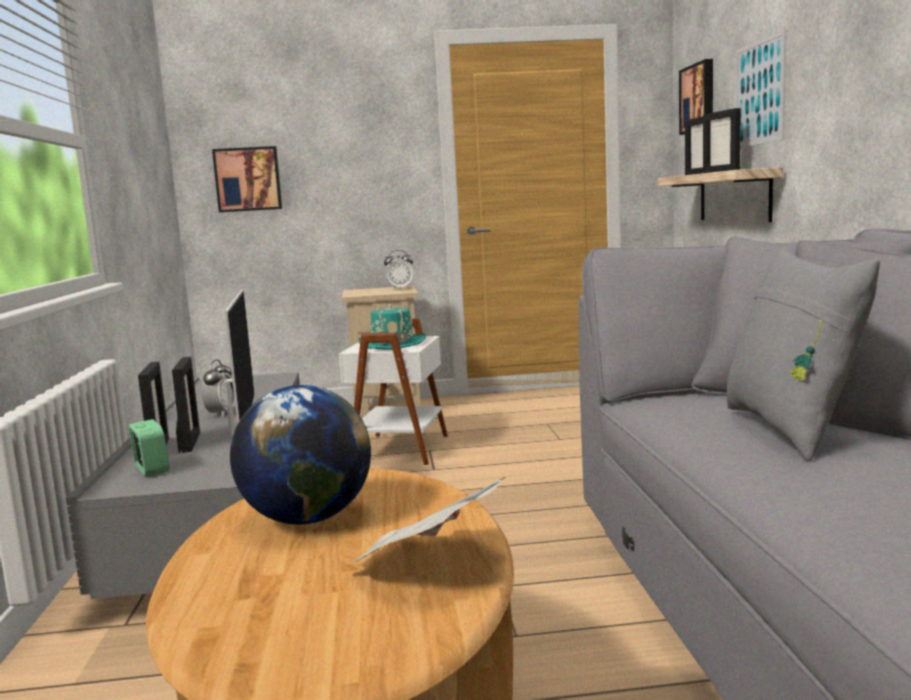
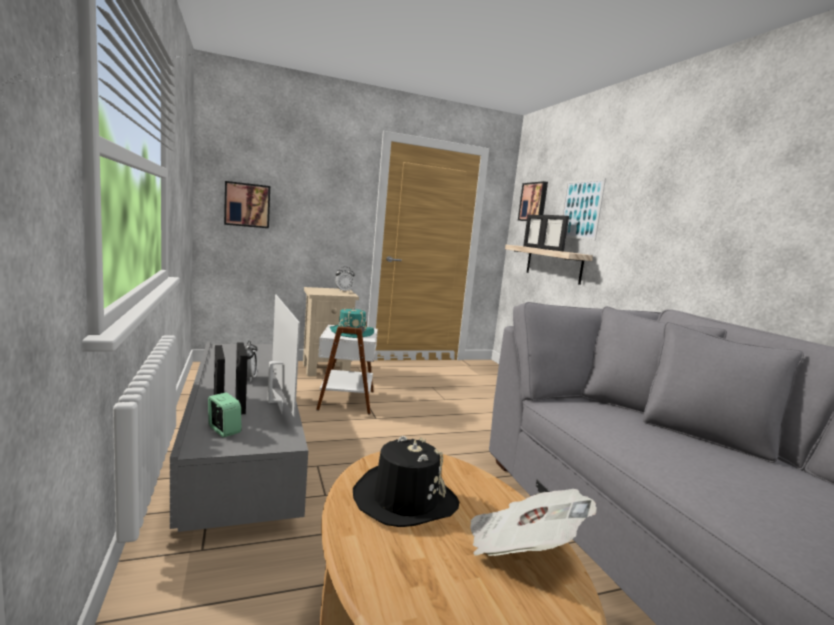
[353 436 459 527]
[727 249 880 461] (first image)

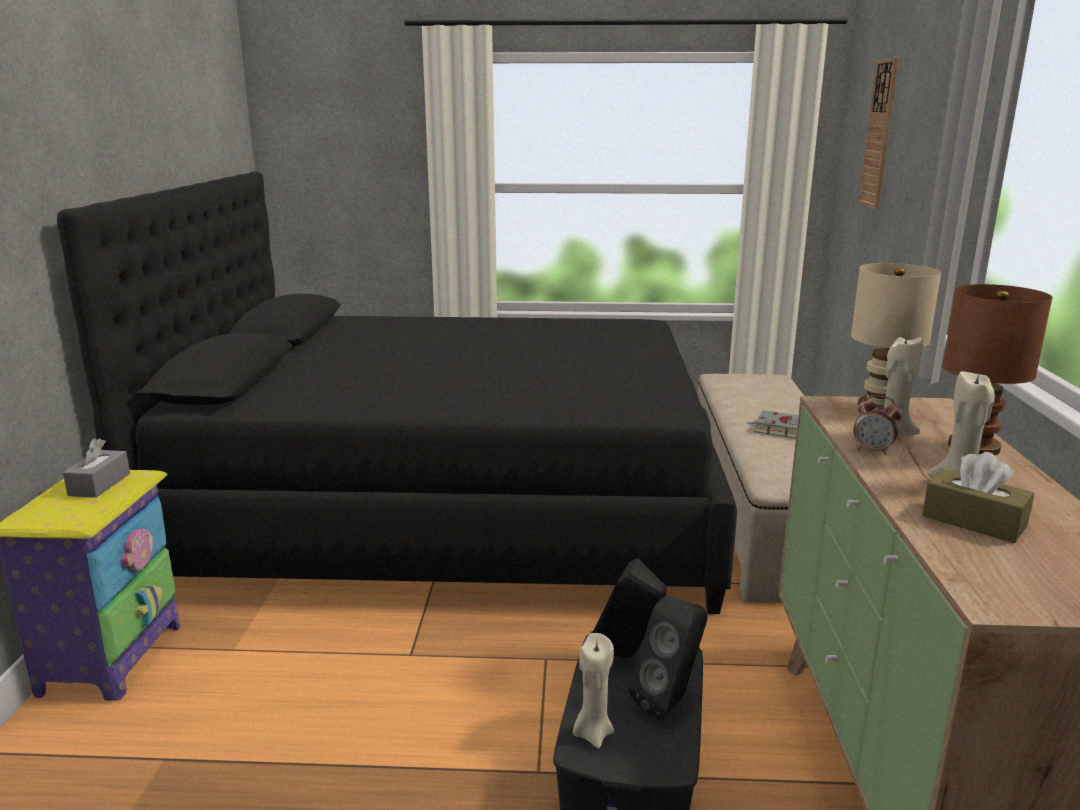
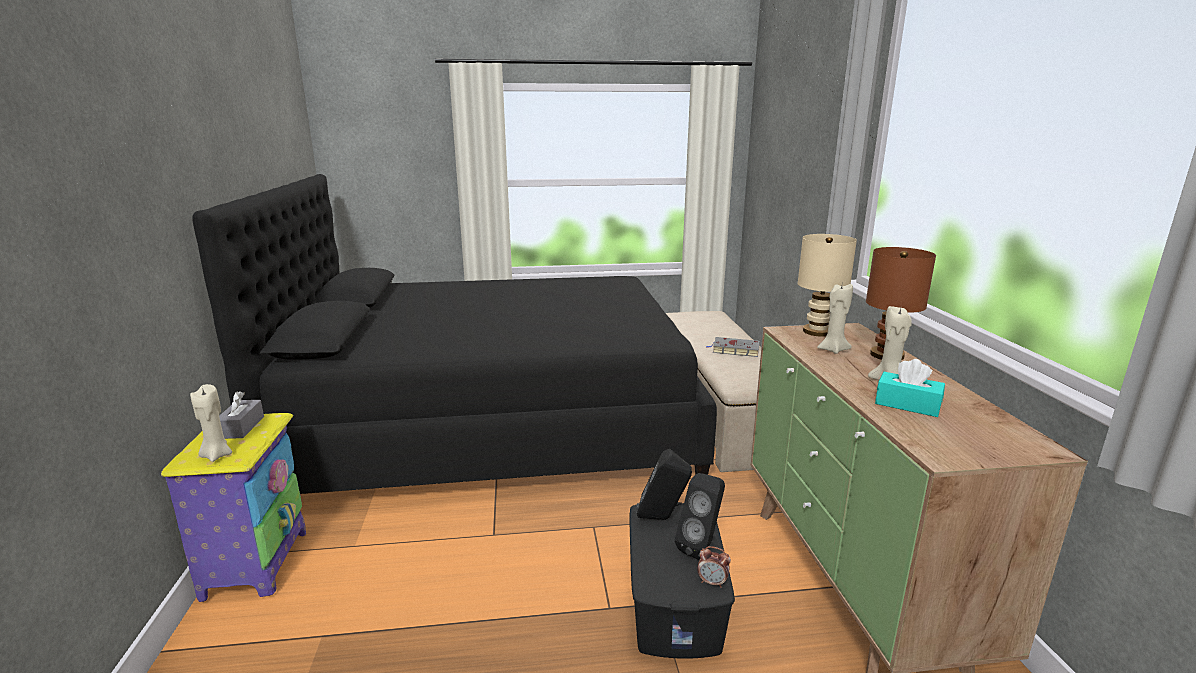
[190 384 232 462]
[697 546 731 588]
[858 58 899 208] (first image)
[875 359 945 417]

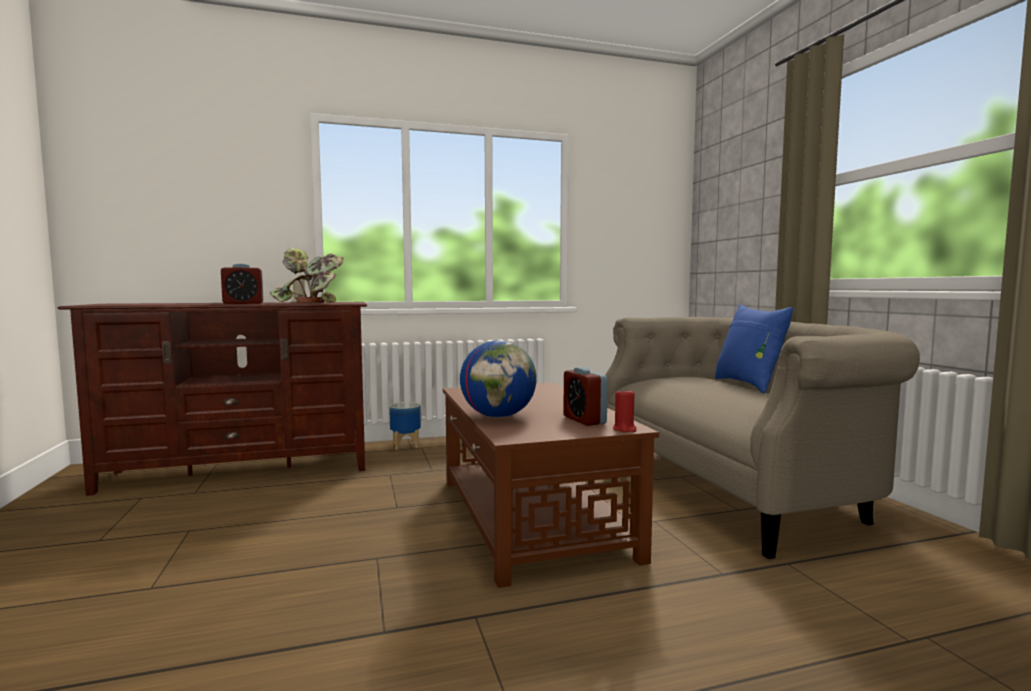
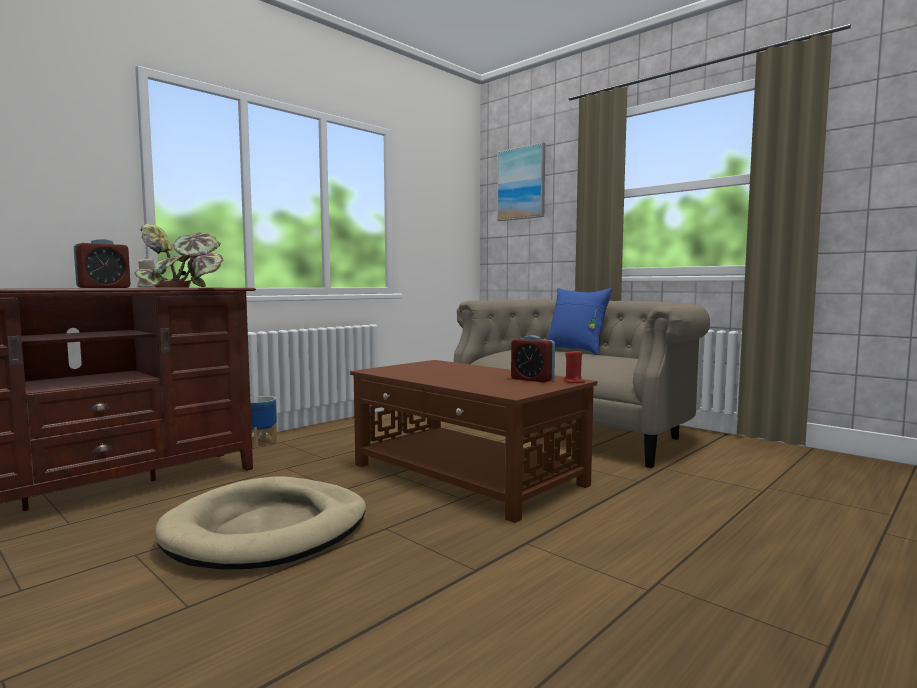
[460 341 537 418] (first image)
[155 477 366 569]
[497 142 545 221]

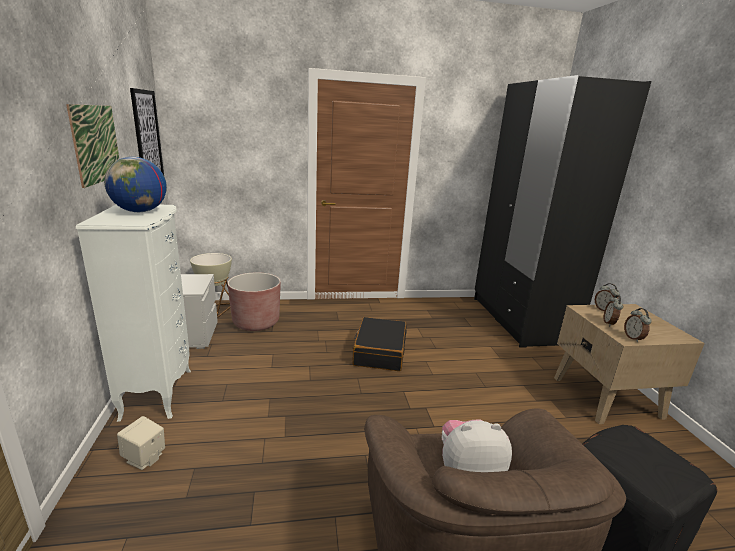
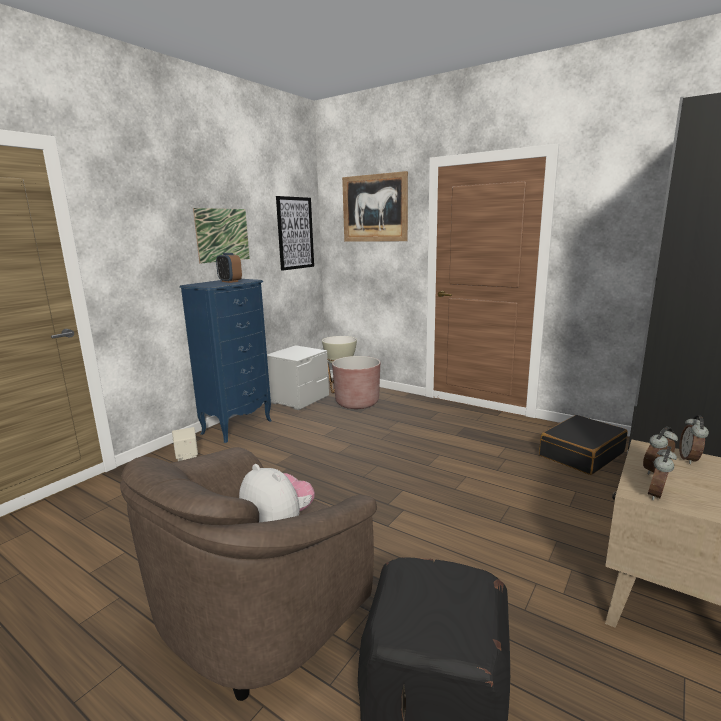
[179 279 272 443]
[216 253 242 283]
[539 415 628 475]
[342 171 408 242]

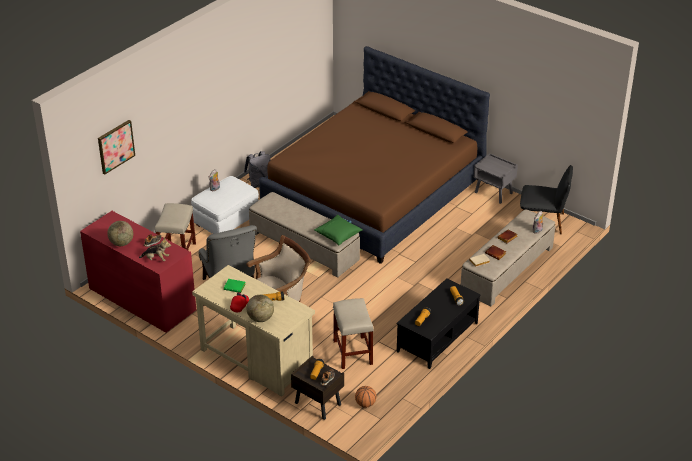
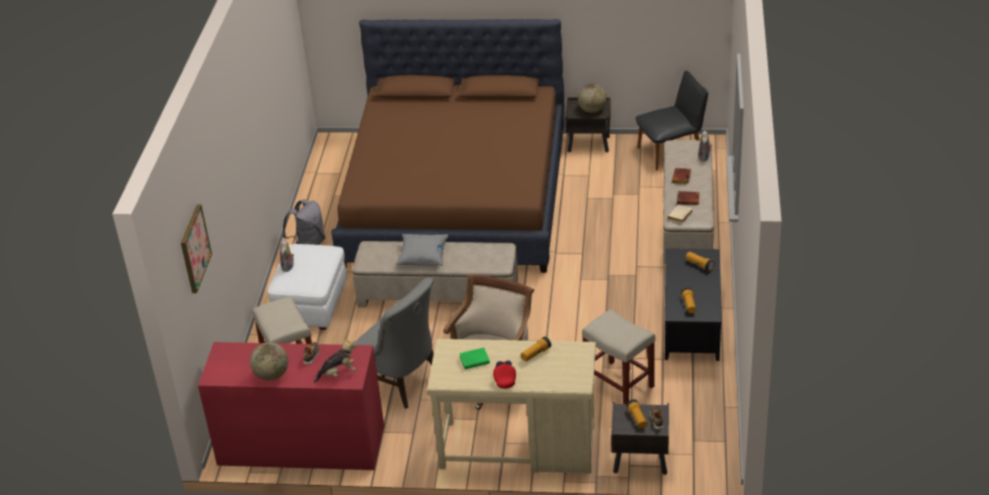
[578 83 607 113]
[314 214 363 245] (first image)
[355 386 377 408] (first image)
[565 97 611 152]
[396 234 448 266]

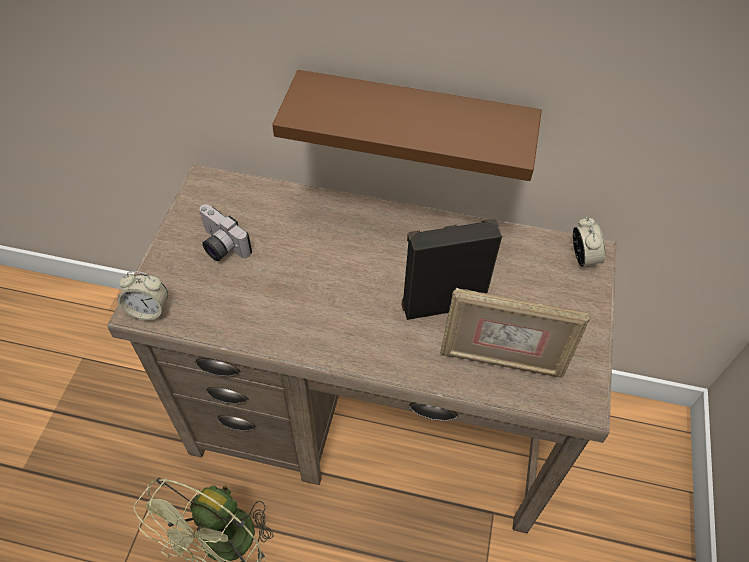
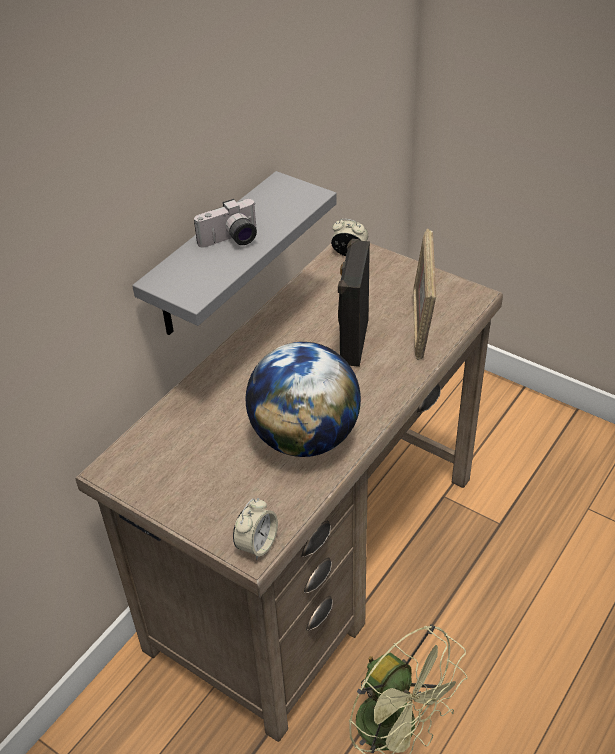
[194 199 257 248]
[132 171 337 335]
[413 229 436 360]
[246 342 361 457]

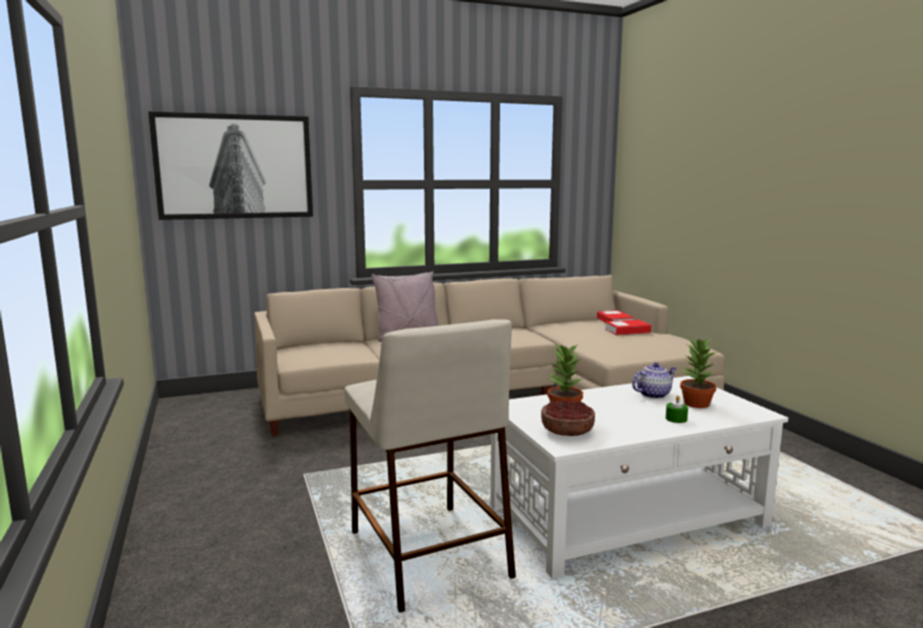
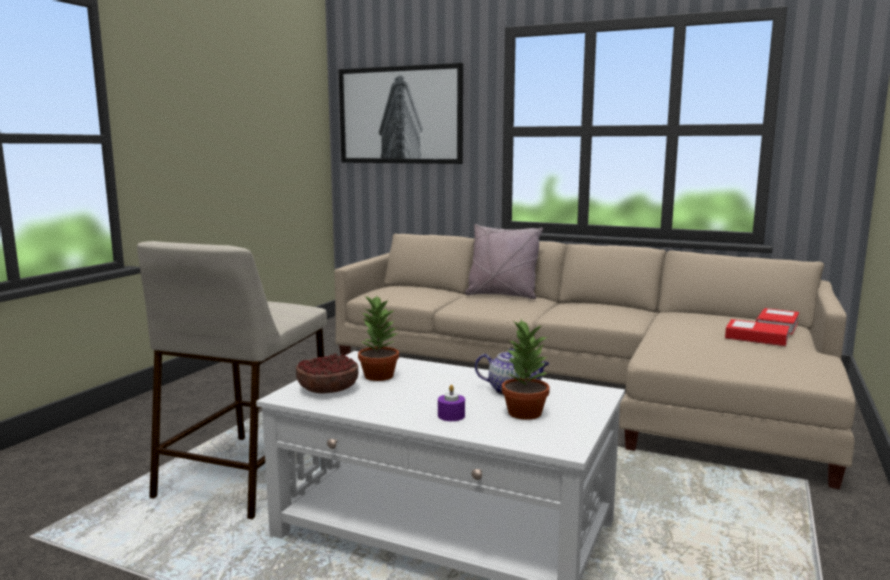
[438 385 465 421]

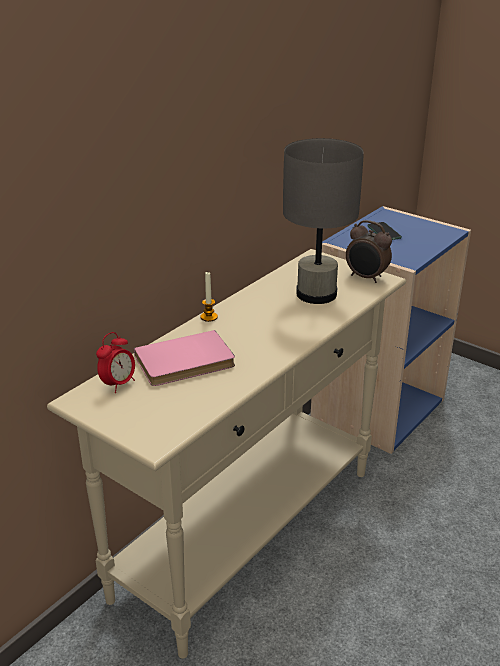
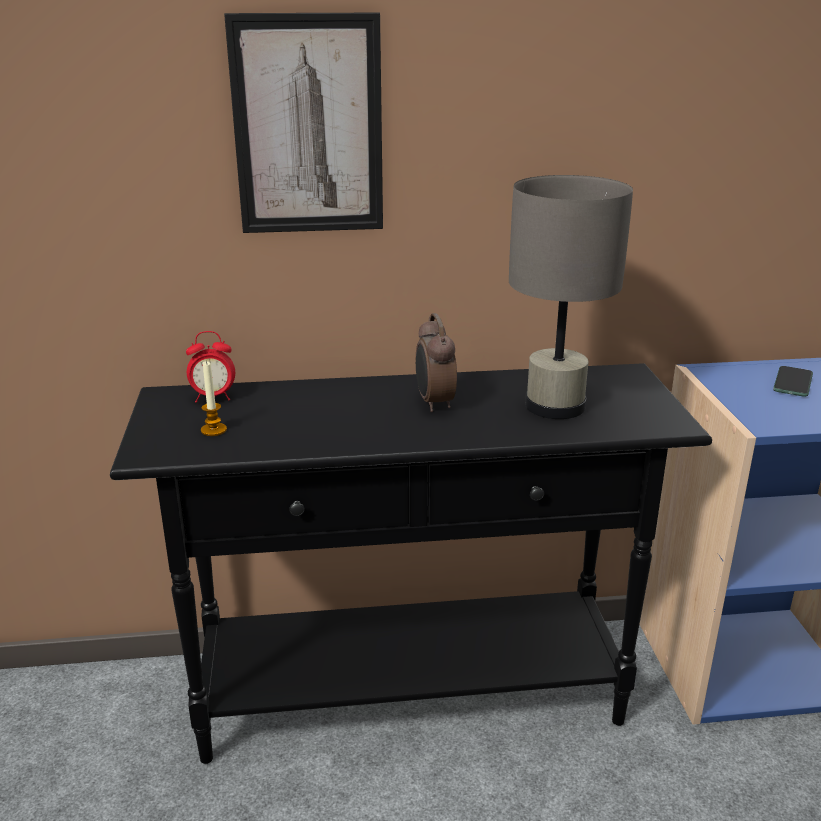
[110 363 712 764]
[134 330 235 386] (first image)
[201 360 227 436]
[416 313 457 412]
[224 13 383 233]

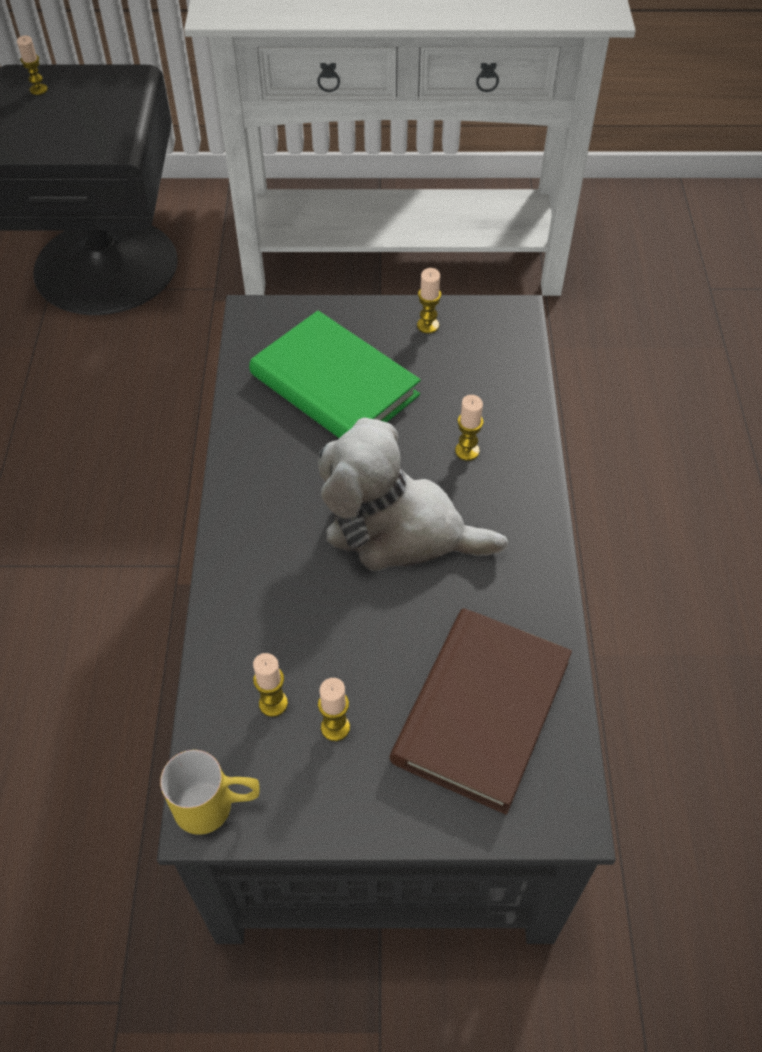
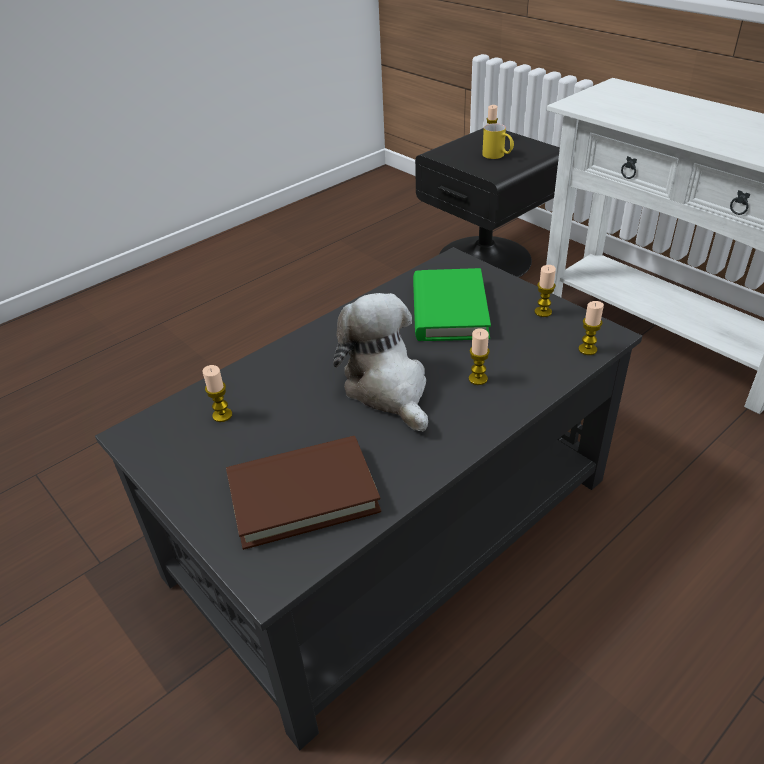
[482 123 514 159]
[578 301 604 355]

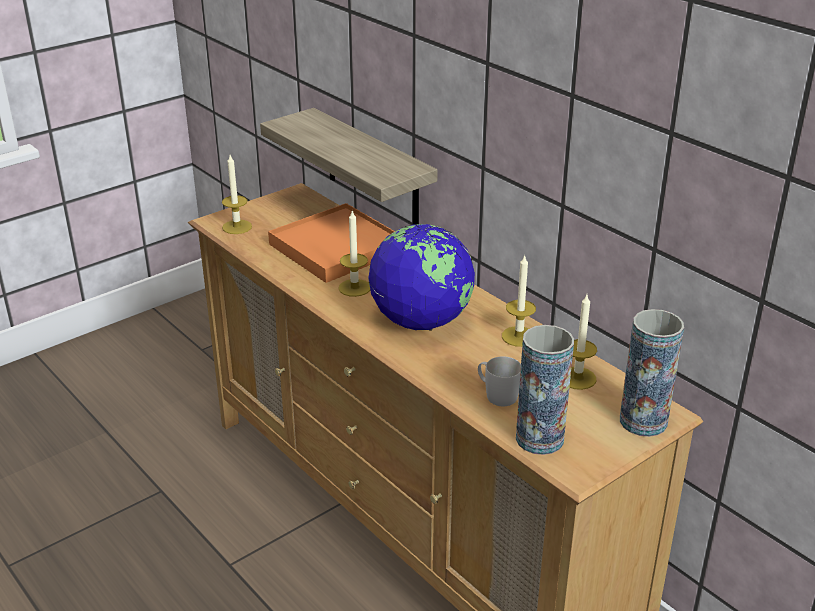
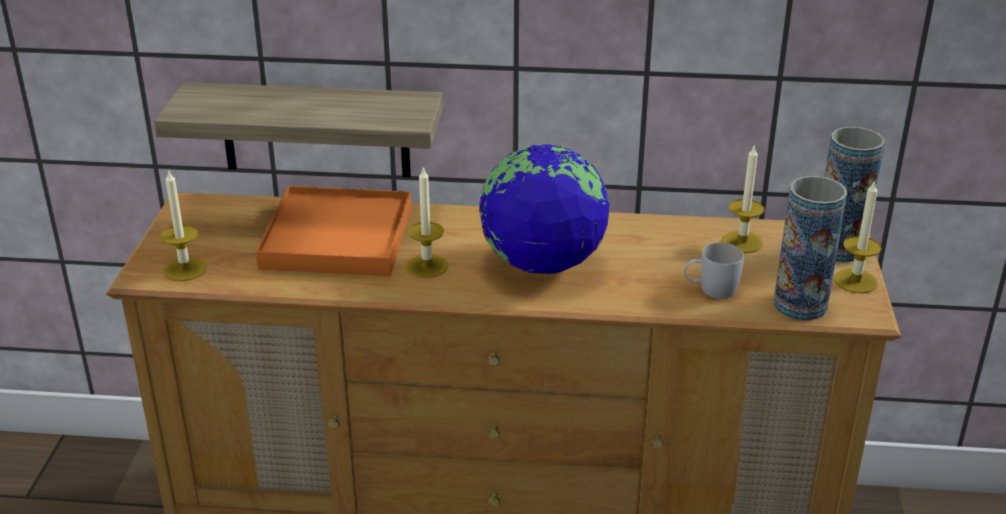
[834 180 882 293]

